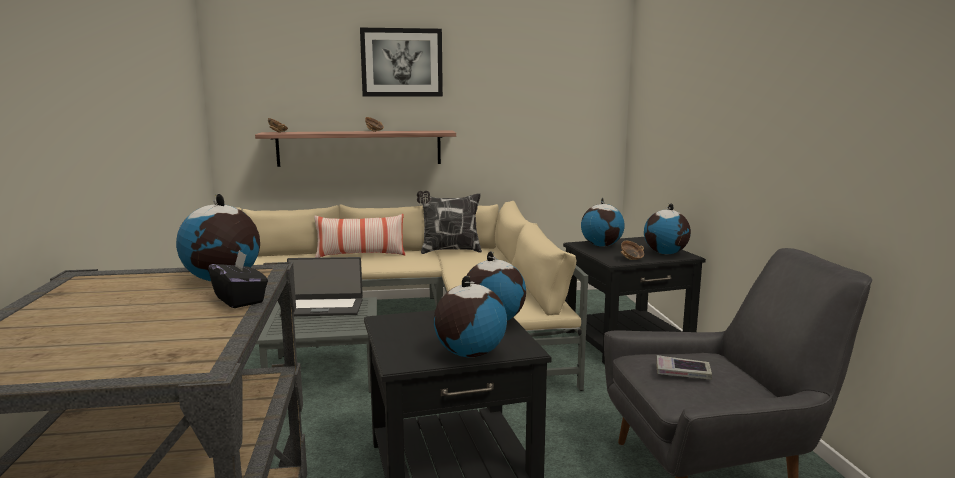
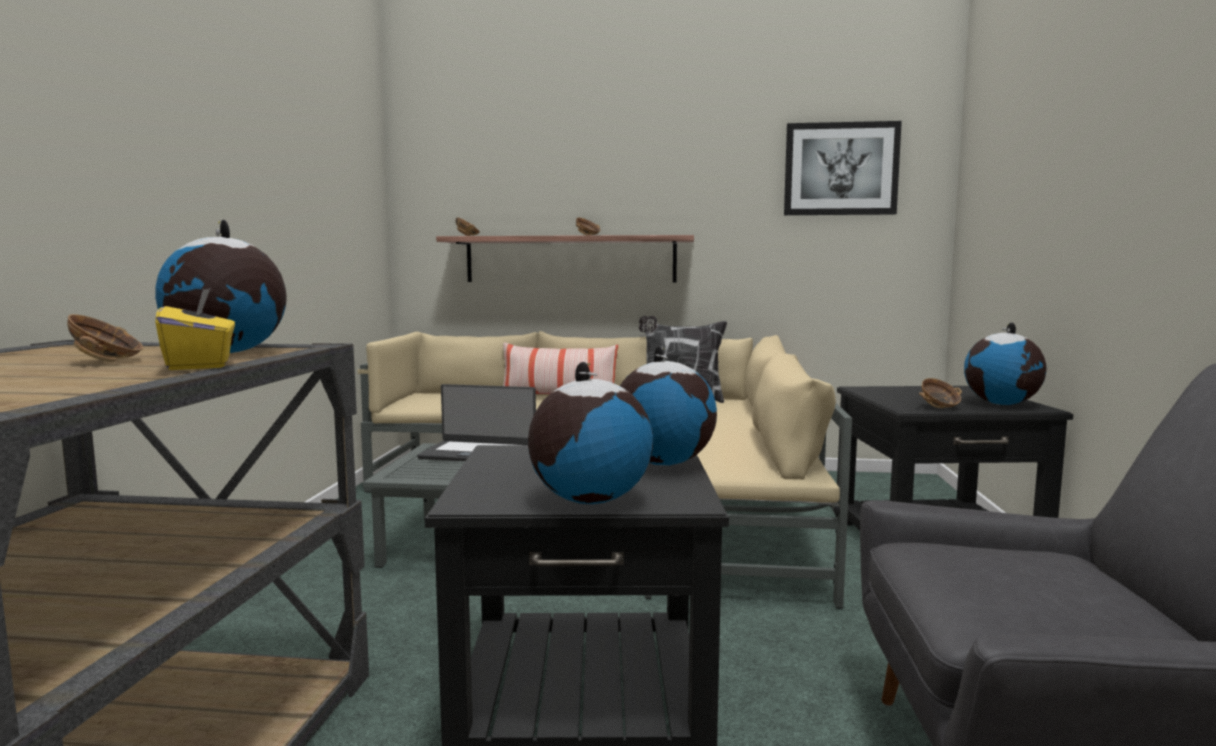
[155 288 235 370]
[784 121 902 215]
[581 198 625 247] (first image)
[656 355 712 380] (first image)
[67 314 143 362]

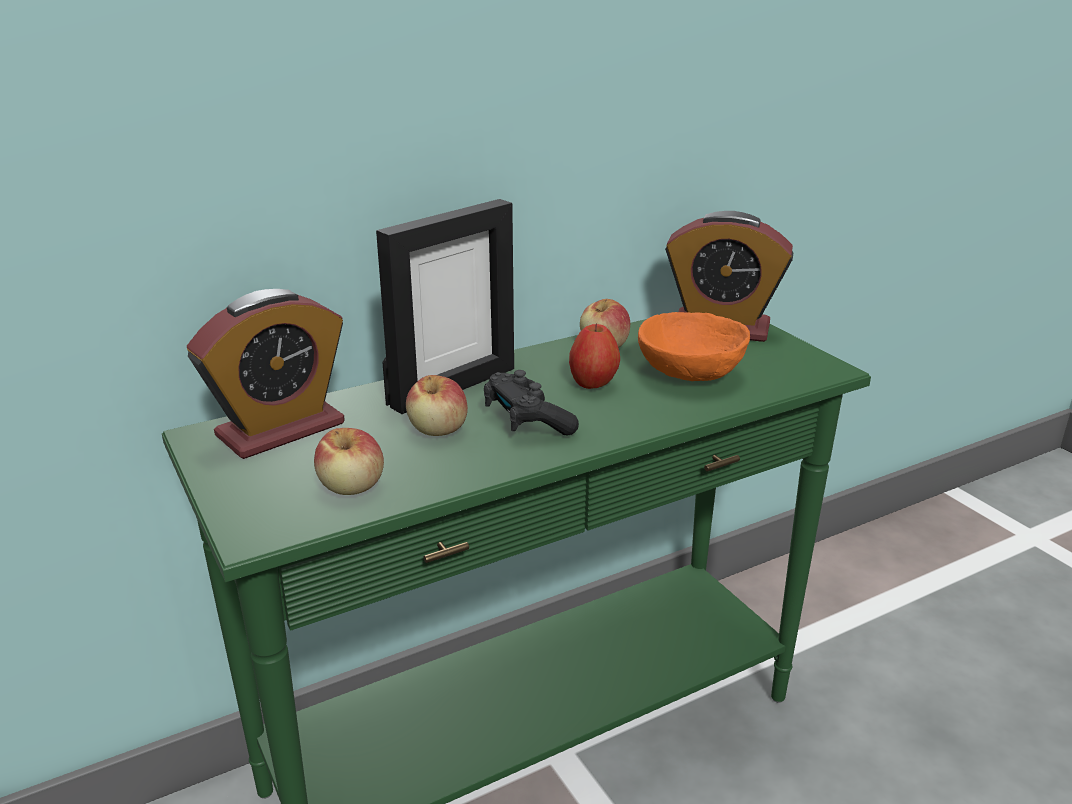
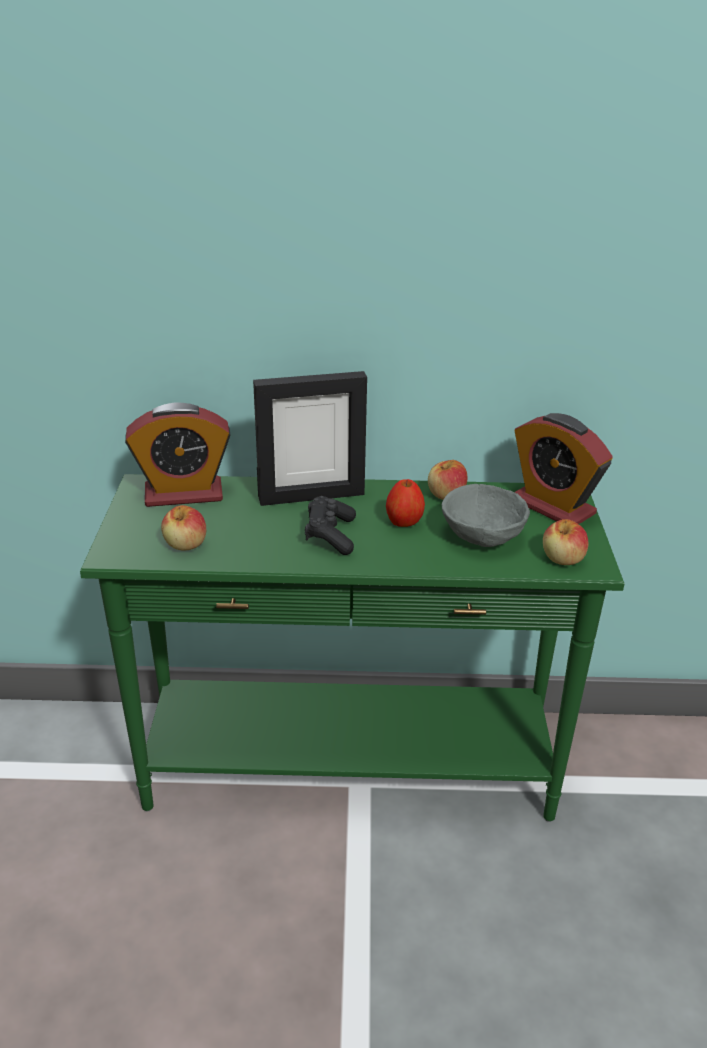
[543 519 588 565]
[442 484 530 547]

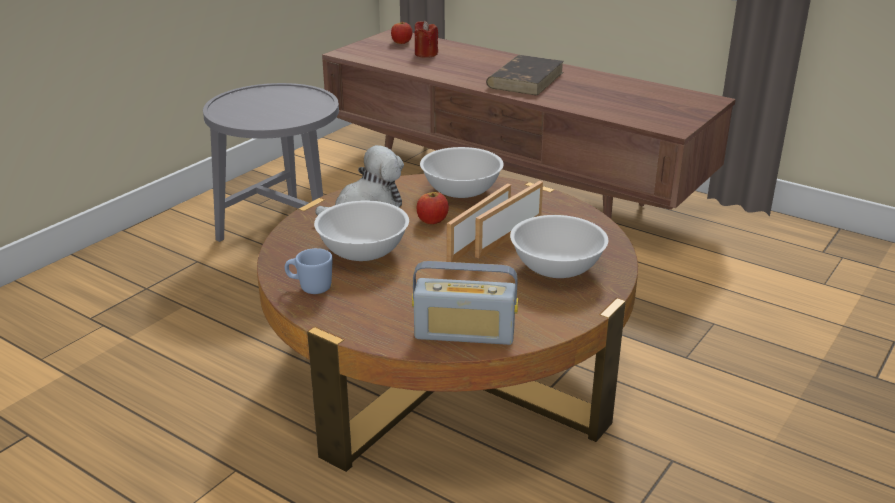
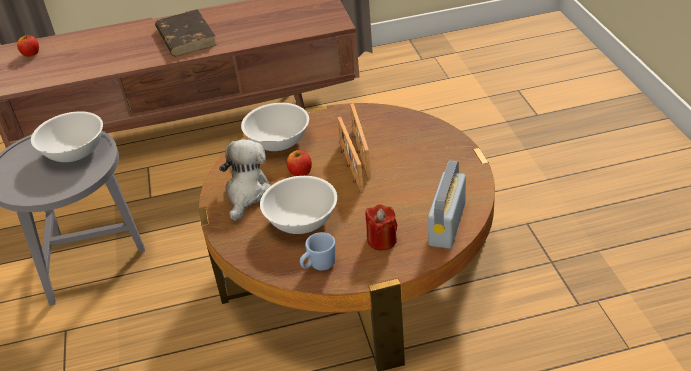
[428 160 466 249]
[366 204 397 250]
[31 111 103 162]

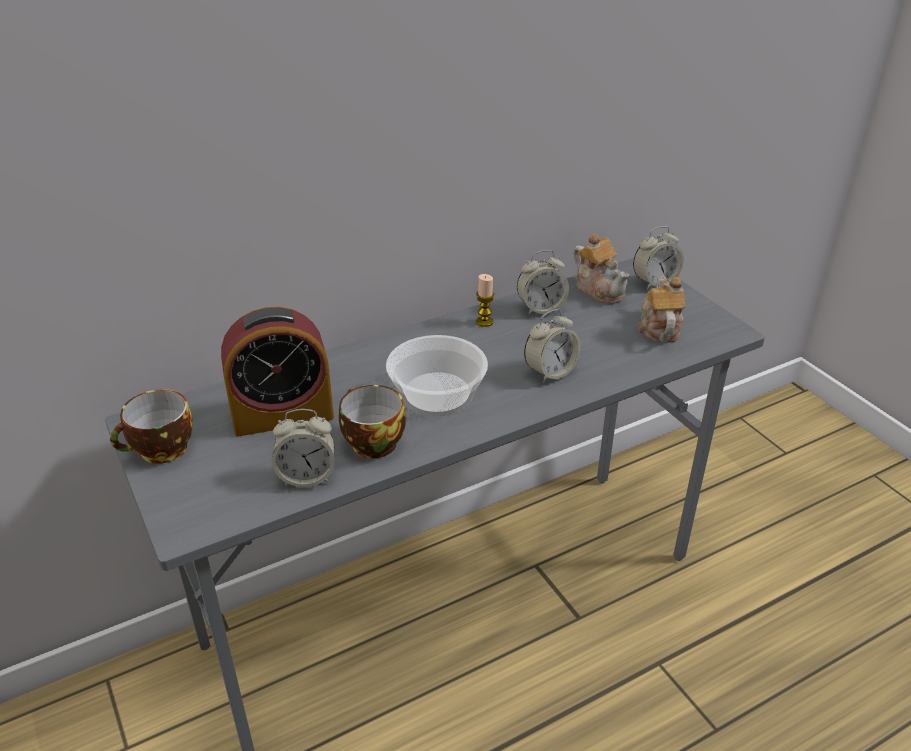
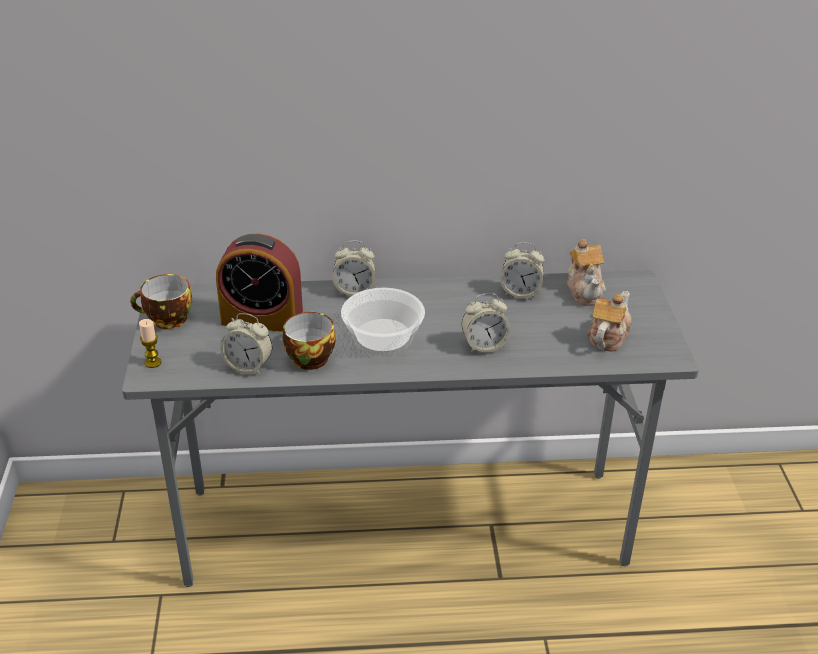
[139 319 161 368]
[332 241 375 296]

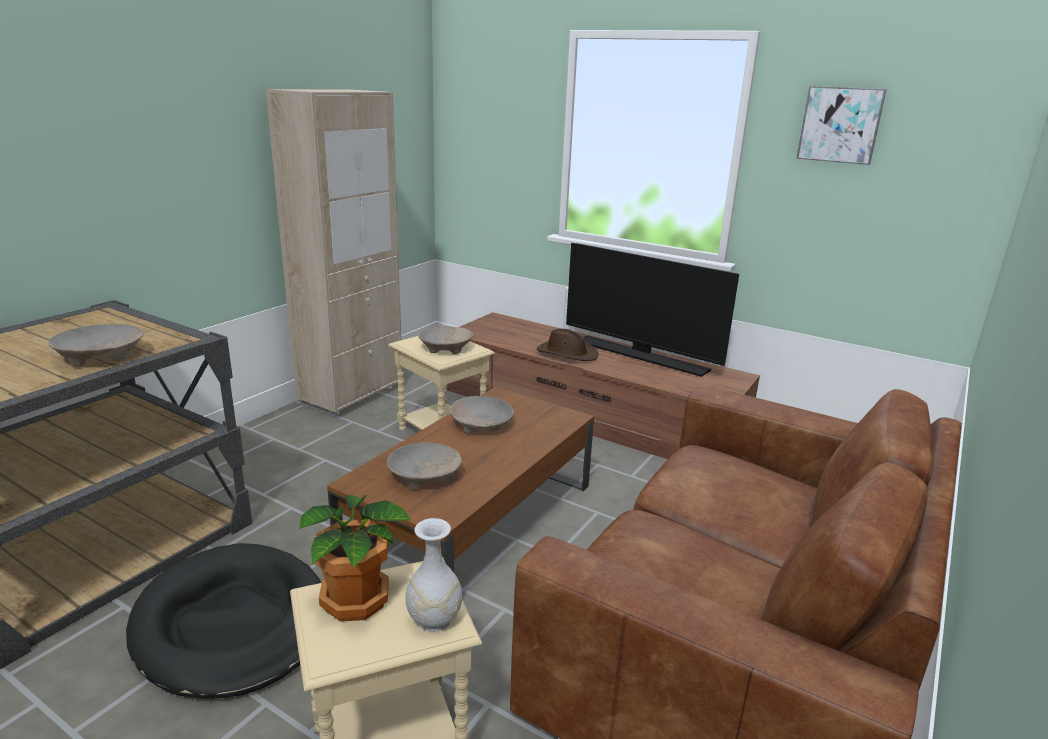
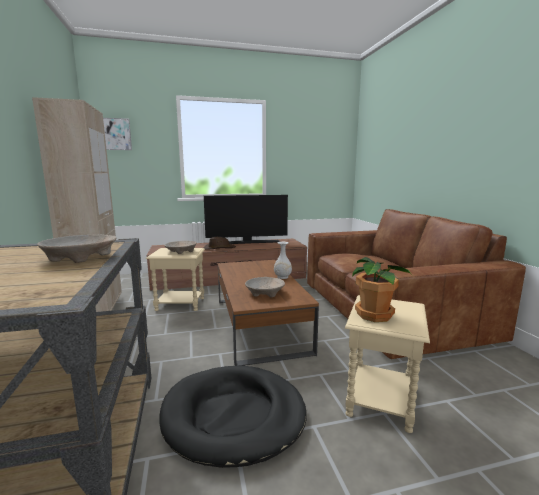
[274 242 292 279]
[450 396 514 433] (first image)
[103 118 132 150]

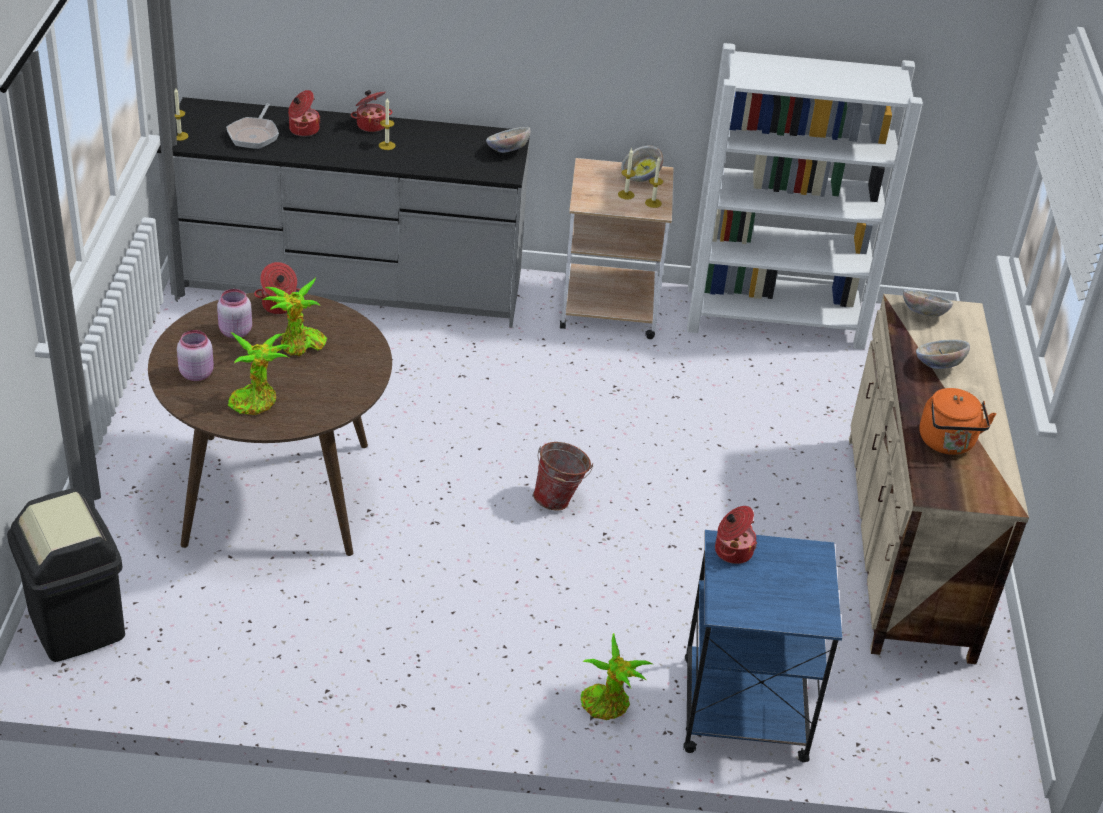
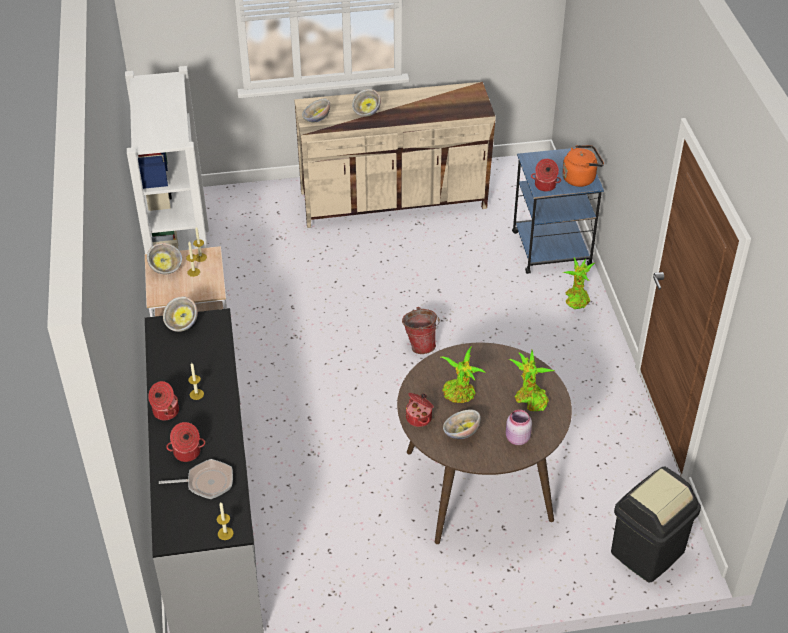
[443 409 481 439]
[562 145 604 187]

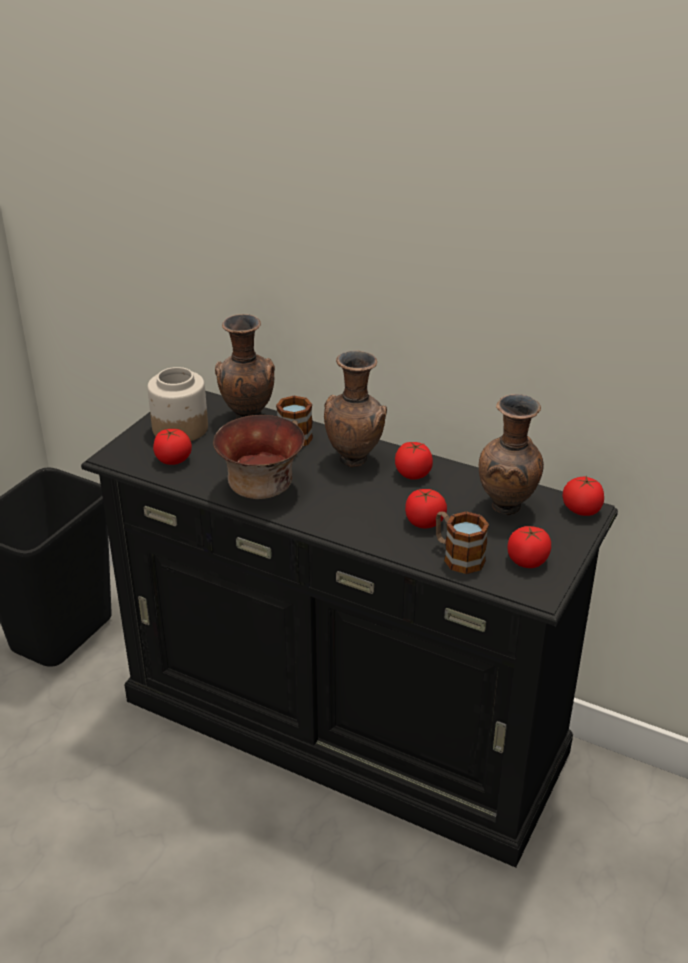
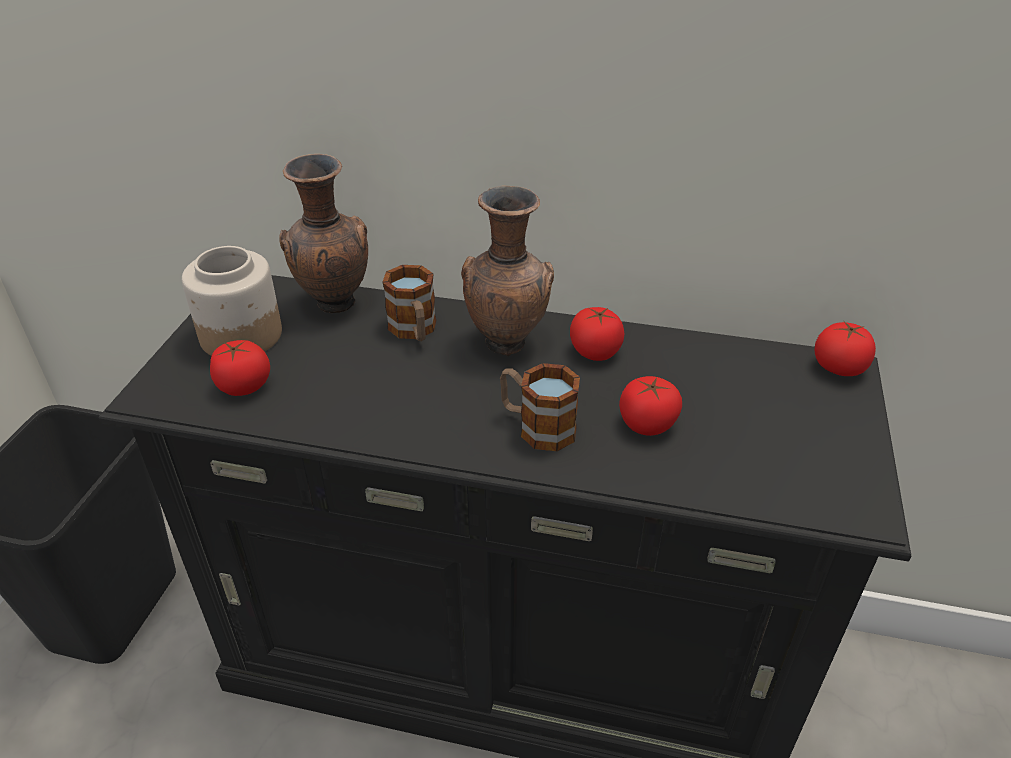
[213 415 305 499] (first image)
[500 363 580 451]
[479 394 544 515] (first image)
[507 526 551 568] (first image)

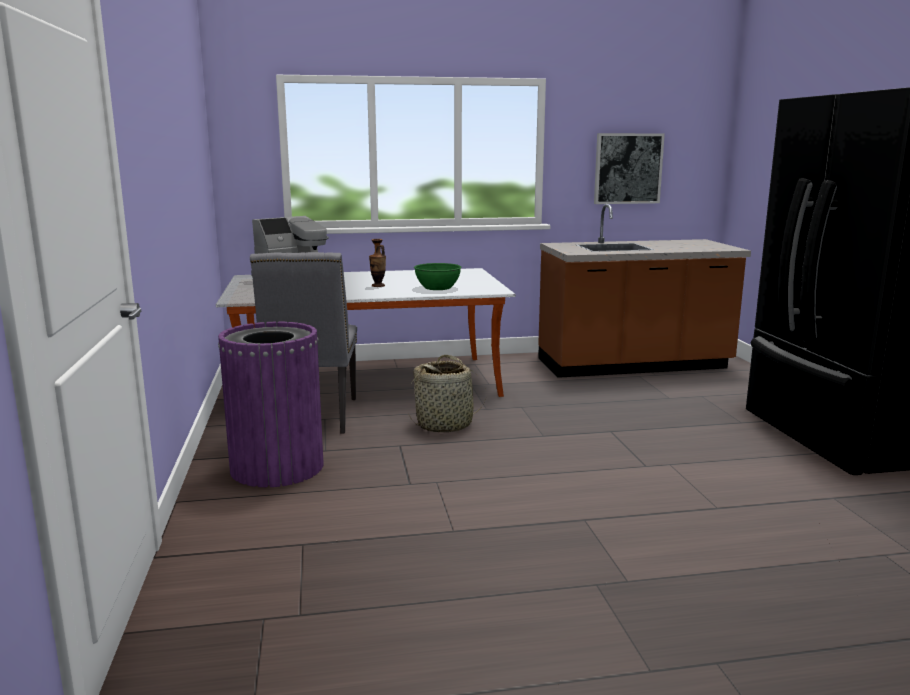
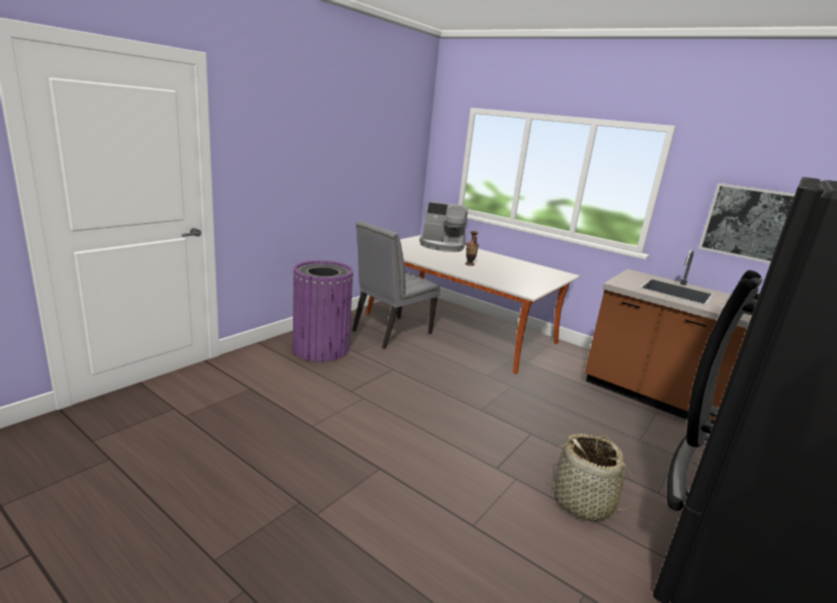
[548 433 637 521]
[414 263 462 290] (first image)

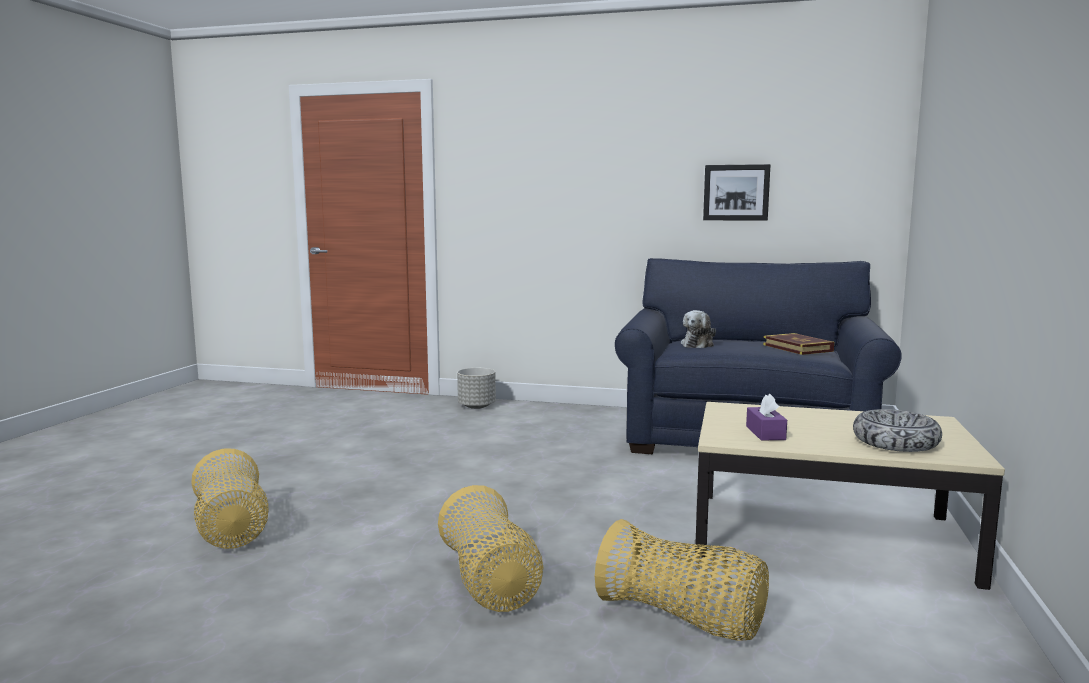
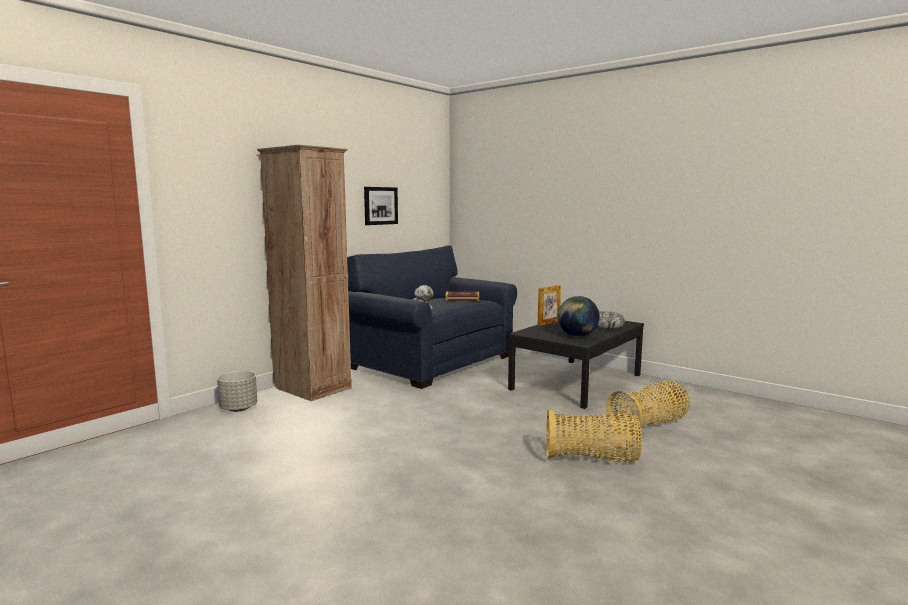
[191 449 268 549] (first image)
[508 321 644 409]
[558 296 599 337]
[257 145 352 401]
[538 285 561 326]

